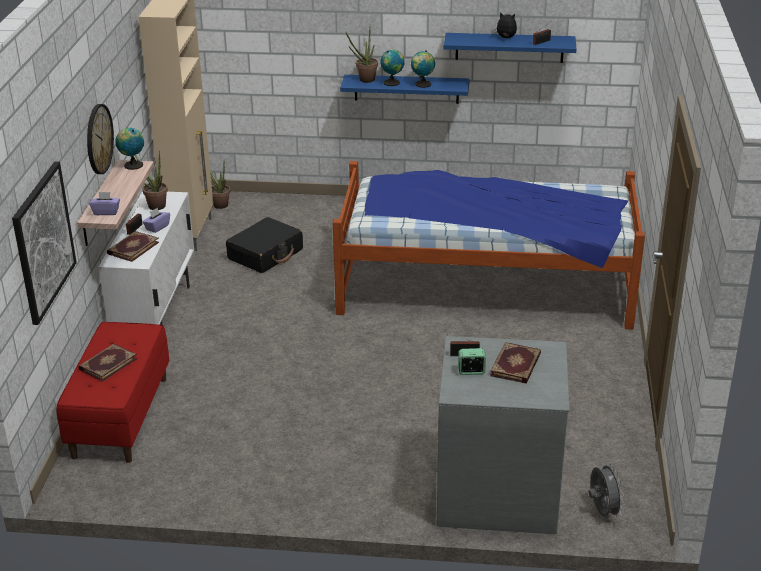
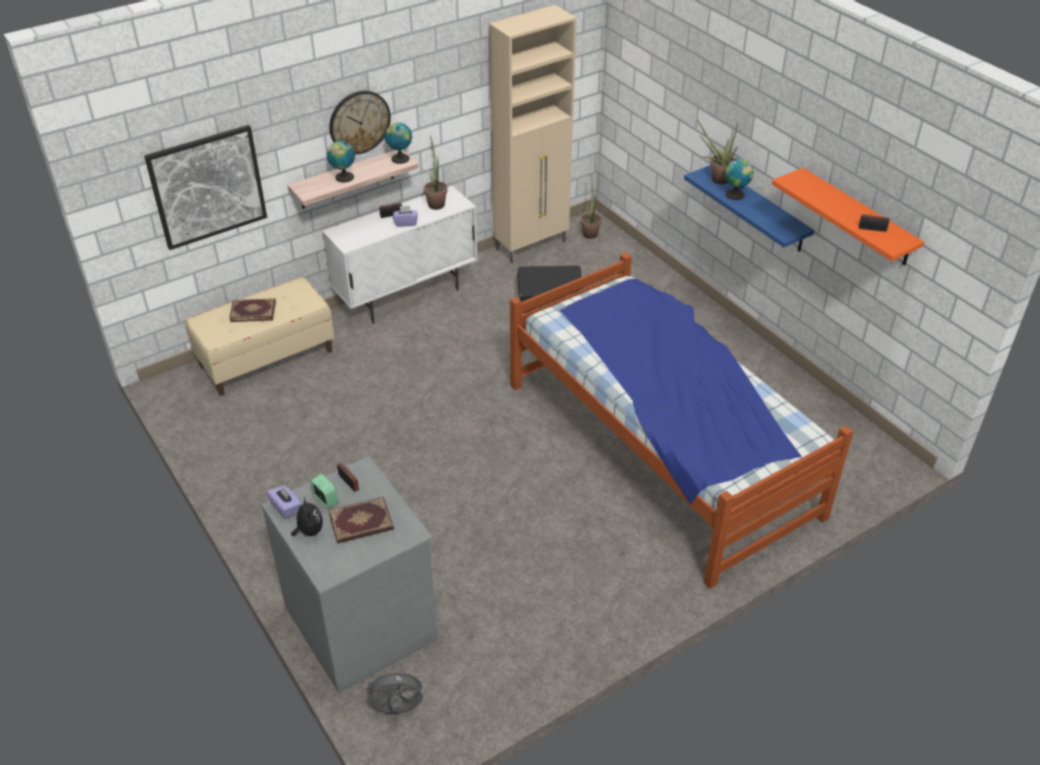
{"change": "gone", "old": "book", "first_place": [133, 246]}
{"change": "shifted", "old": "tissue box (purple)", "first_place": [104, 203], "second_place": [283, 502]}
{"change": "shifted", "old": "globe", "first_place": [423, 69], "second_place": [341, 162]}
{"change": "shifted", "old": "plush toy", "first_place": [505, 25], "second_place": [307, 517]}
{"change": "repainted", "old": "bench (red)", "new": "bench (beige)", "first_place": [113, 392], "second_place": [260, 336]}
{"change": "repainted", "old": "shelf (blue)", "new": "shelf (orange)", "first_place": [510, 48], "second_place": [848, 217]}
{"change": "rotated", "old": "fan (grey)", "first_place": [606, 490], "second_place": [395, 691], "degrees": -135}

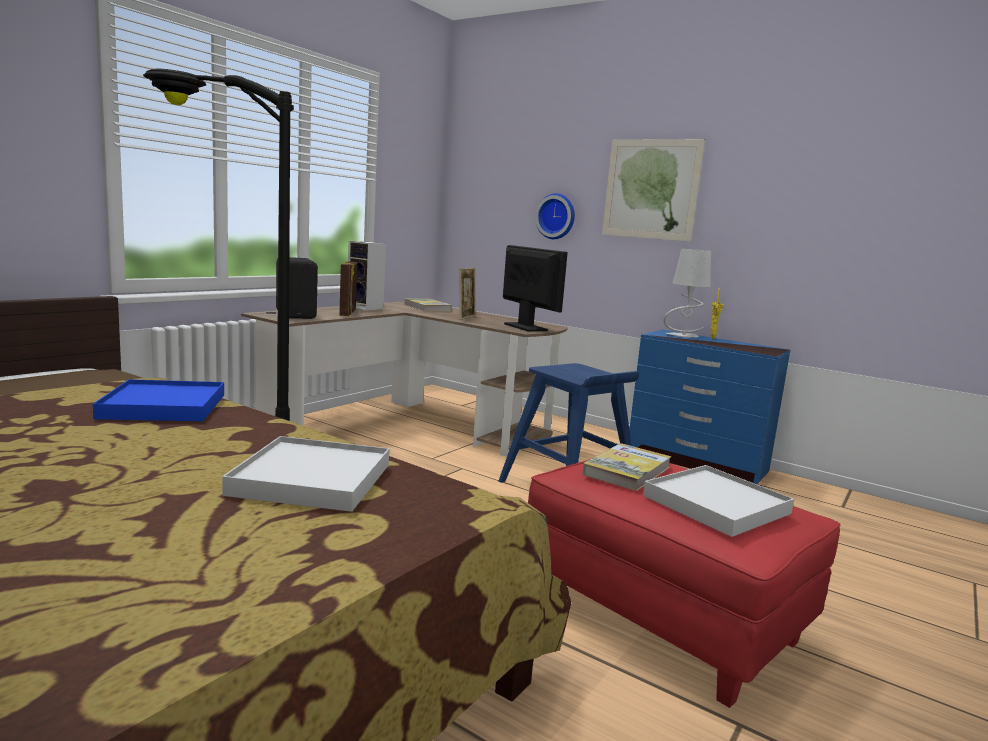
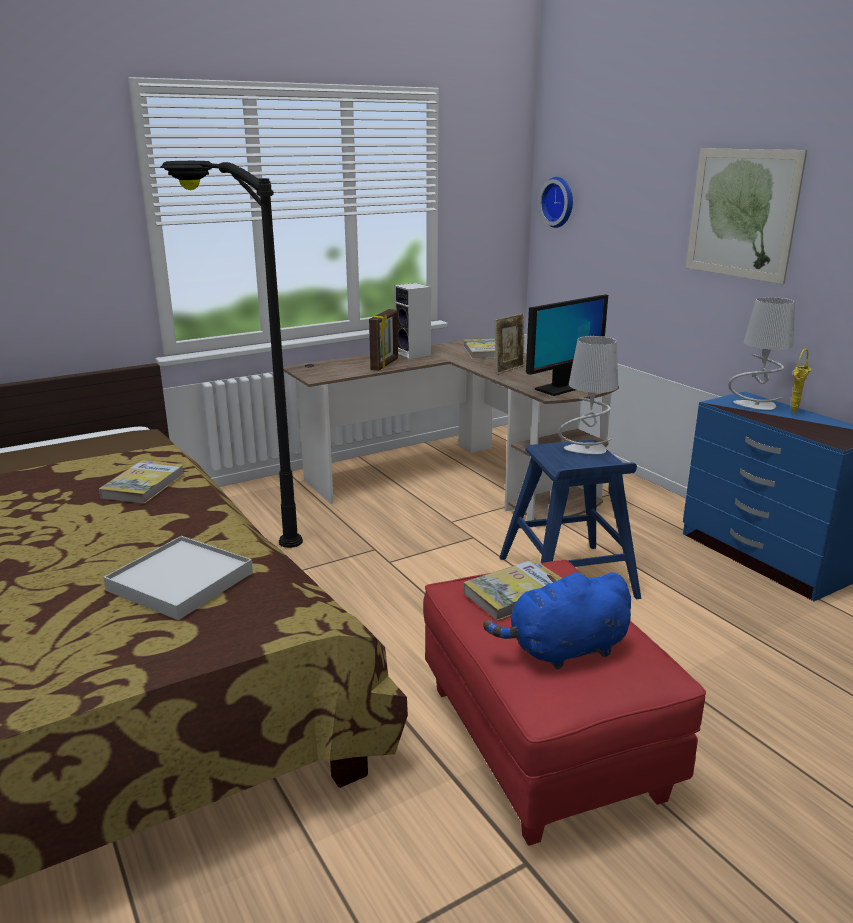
{"change": "gone", "old": "speaker (black)", "first_place": [297, 288]}
{"change": "new", "new": "table lamp (grey)", "second_place": [588, 395]}
{"change": "shifted", "old": "wall clock", "first_place": [555, 216], "second_place": [556, 202]}
{"change": "swapped", "old": "tray (blue)", "new": "book", "first_place": [158, 400], "second_place": [142, 482]}
{"change": "swapped", "old": "tray (white)", "new": "plush toy (blue)", "first_place": [718, 501], "second_place": [557, 620]}
{"change": "rotated", "old": "monitor", "first_place": [535, 288], "second_place": [567, 345], "degrees": 60}

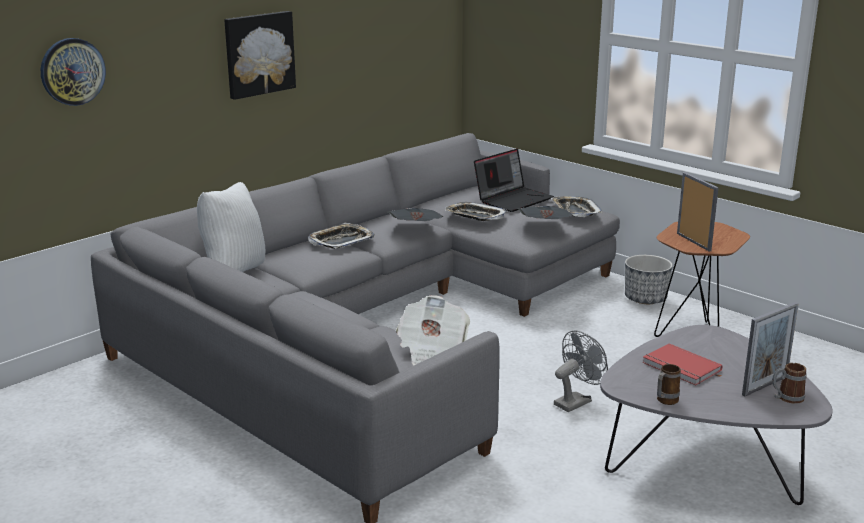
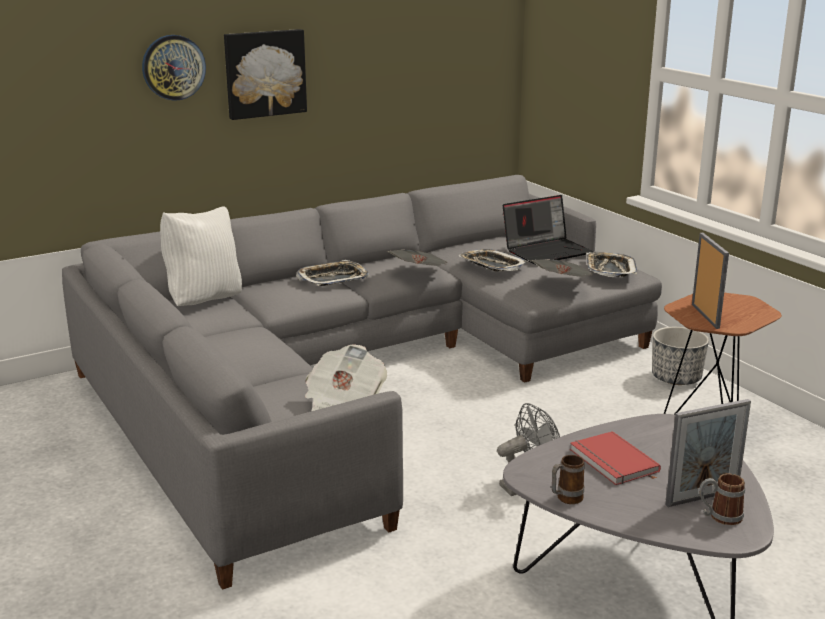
{"change": "shifted", "old": "wall clock", "first_place": [73, 72], "second_place": [174, 68]}

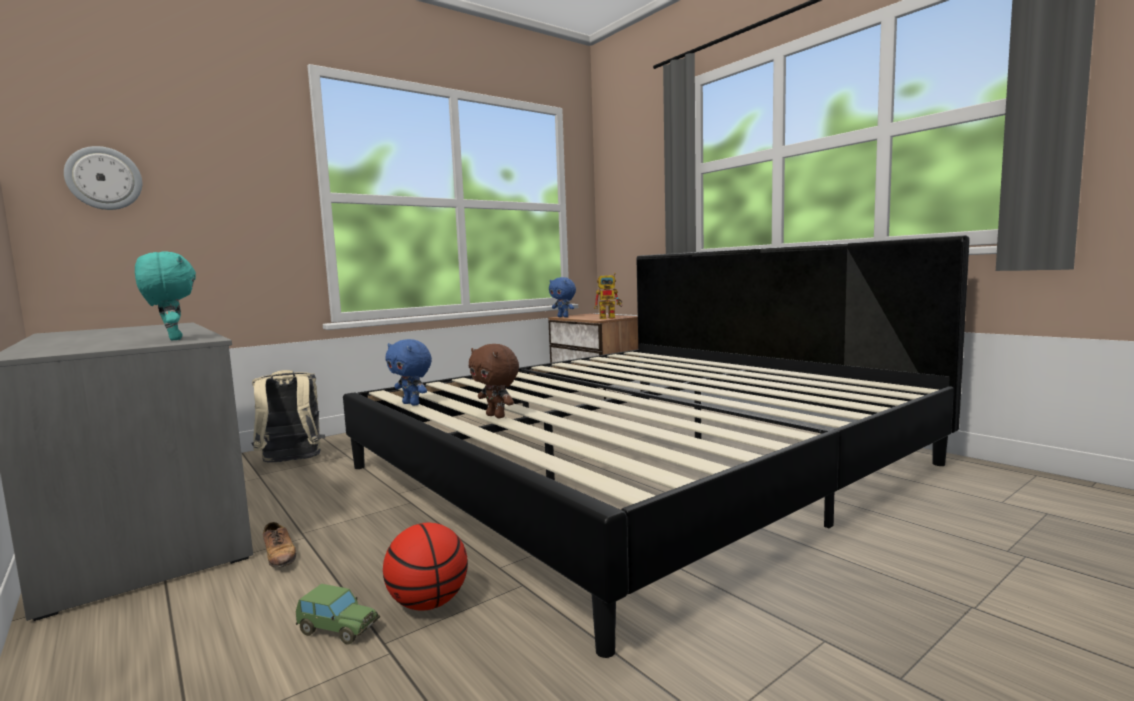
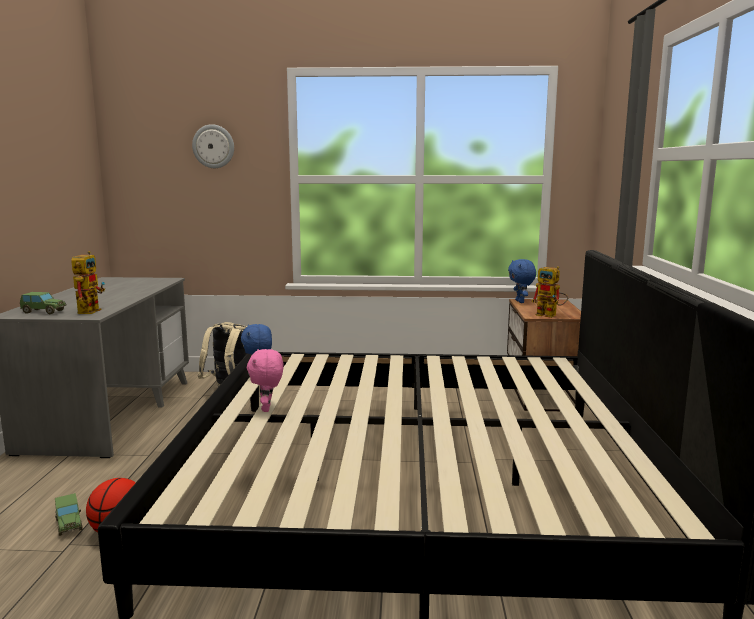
{"change": "gone", "old": "shoe", "first_place": [279, 545]}
{"change": "new", "new": "toy car", "second_place": [43, 303]}
{"change": "shifted", "old": "wall clock", "first_place": [103, 178], "second_place": [213, 146]}
{"change": "swapped", "old": "plush toy (turquoise)", "new": "toy robot", "first_place": [165, 296], "second_place": [88, 282]}
{"change": "repainted", "old": "plush toy (brown)", "new": "plush toy (pink)", "first_place": [494, 381], "second_place": [265, 380]}

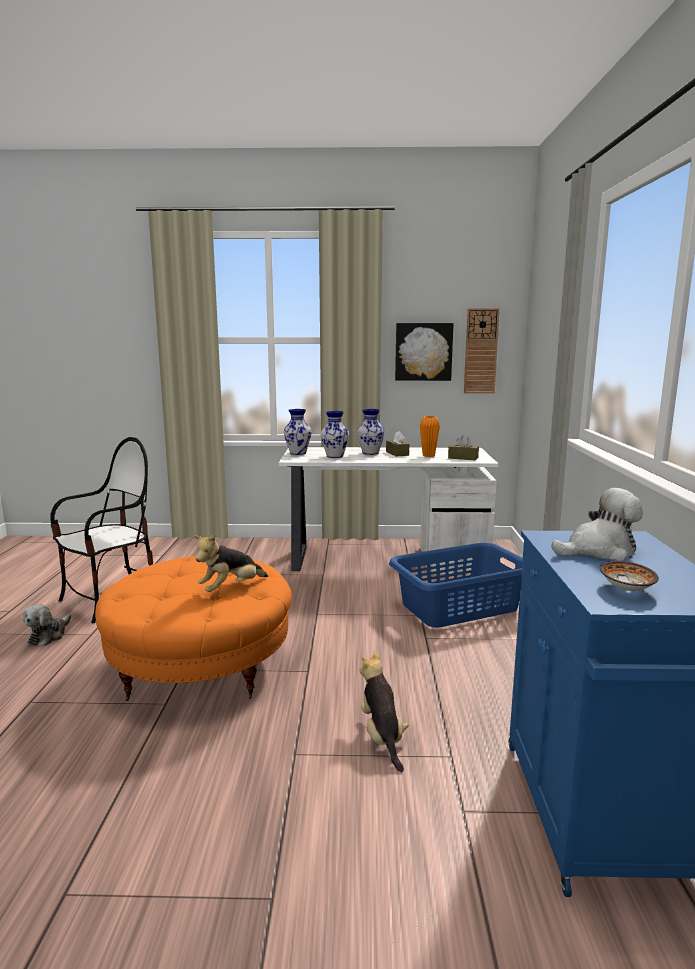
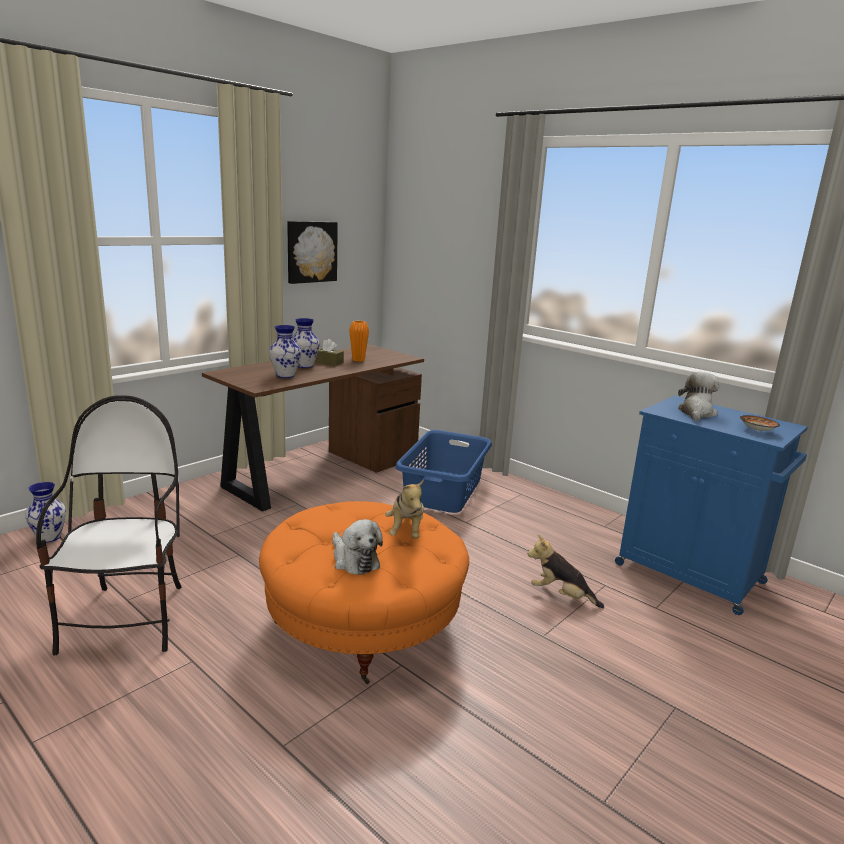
{"change": "gone", "old": "tissue box (brown)", "first_place": [463, 447]}
{"change": "gone", "old": "wall clock", "first_place": [482, 350]}
{"change": "shifted", "old": "plush toy", "first_place": [47, 625], "second_place": [358, 547]}
{"change": "shifted", "old": "vase", "first_place": [298, 432], "second_place": [45, 512]}
{"change": "repainted", "old": "desk (white)", "new": "desk (brown)", "first_place": [388, 510], "second_place": [313, 428]}

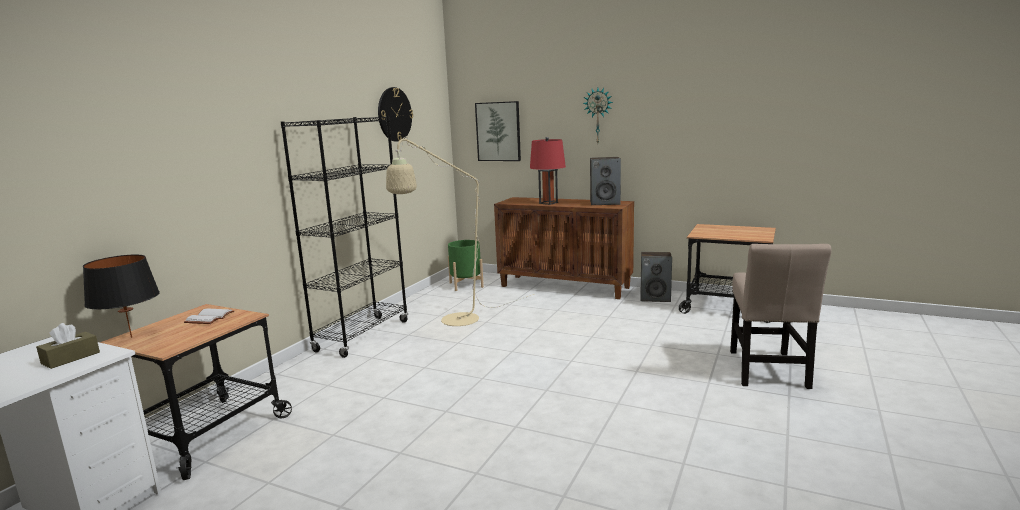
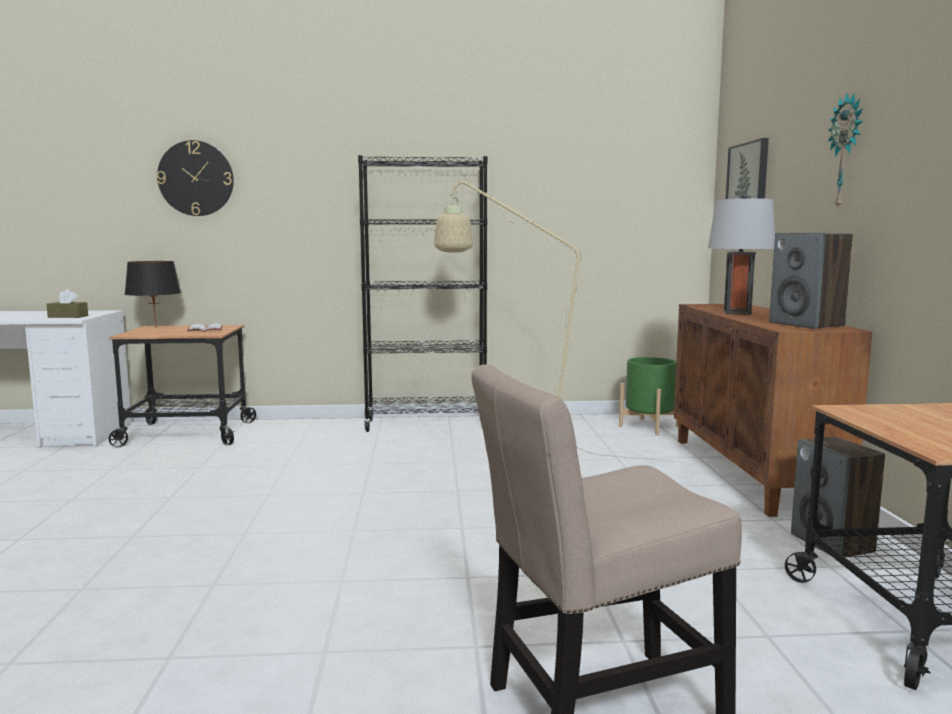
{"change": "shifted", "old": "wall clock", "first_place": [395, 114], "second_place": [195, 178]}
{"change": "repainted", "old": "table lamp (red)", "new": "table lamp (grey)", "first_place": [548, 171], "second_place": [741, 254]}

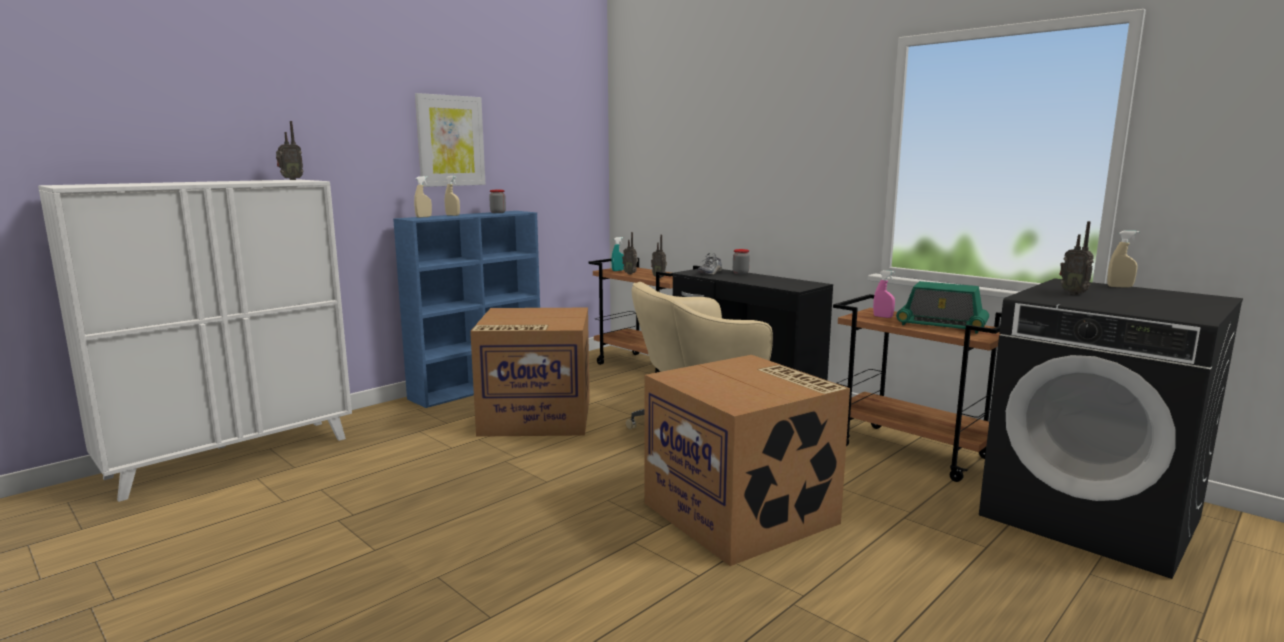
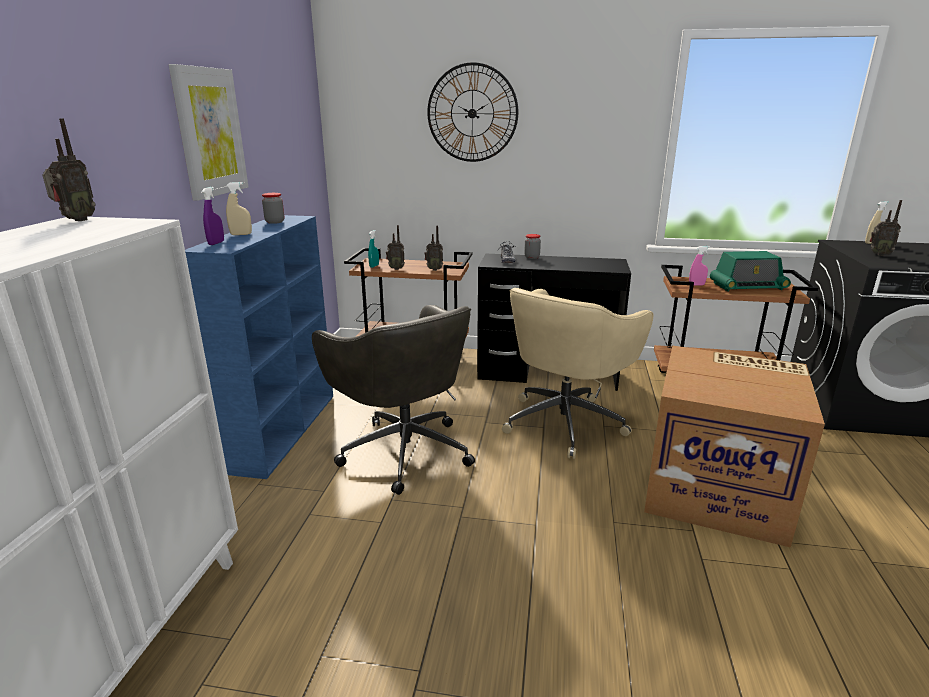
{"change": "new", "new": "wall clock", "second_place": [472, 112]}
{"change": "swapped", "old": "cardboard box", "new": "office chair (grey)", "first_place": [530, 372], "second_place": [393, 400]}
{"change": "repainted", "old": "spray bottle (beige)", "new": "spray bottle (purple)", "first_place": [423, 197], "second_place": [212, 216]}

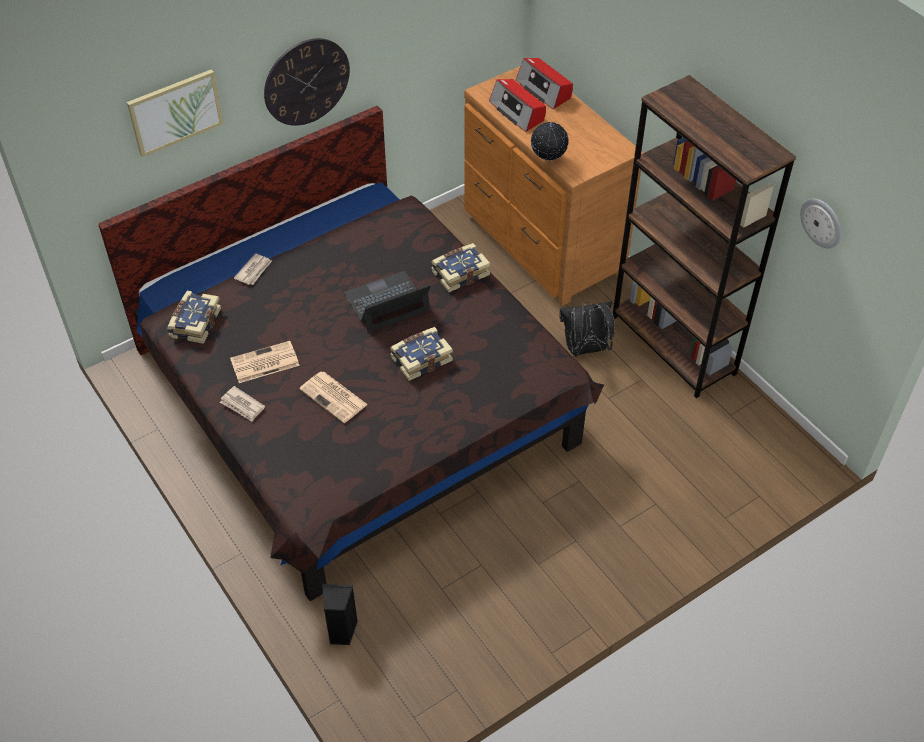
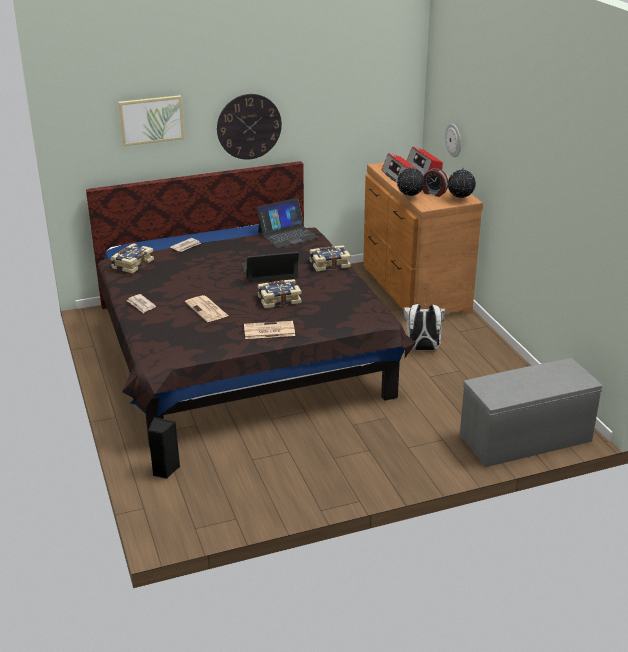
{"change": "gone", "old": "bookcase (brown)", "first_place": [704, 236]}
{"change": "new", "new": "laptop", "second_place": [287, 223]}
{"change": "new", "new": "alarm clock", "second_place": [435, 182]}
{"change": "new", "new": "globe", "second_place": [462, 183]}
{"change": "new", "new": "bench (grey)", "second_place": [531, 412]}
{"change": "shifted", "old": "newspaper", "first_place": [265, 362], "second_place": [269, 330]}
{"change": "shifted", "old": "wall clock", "first_place": [820, 223], "second_place": [453, 140]}
{"change": "repainted", "old": "backpack (black)", "new": "backpack (white)", "first_place": [587, 329], "second_place": [424, 327]}

